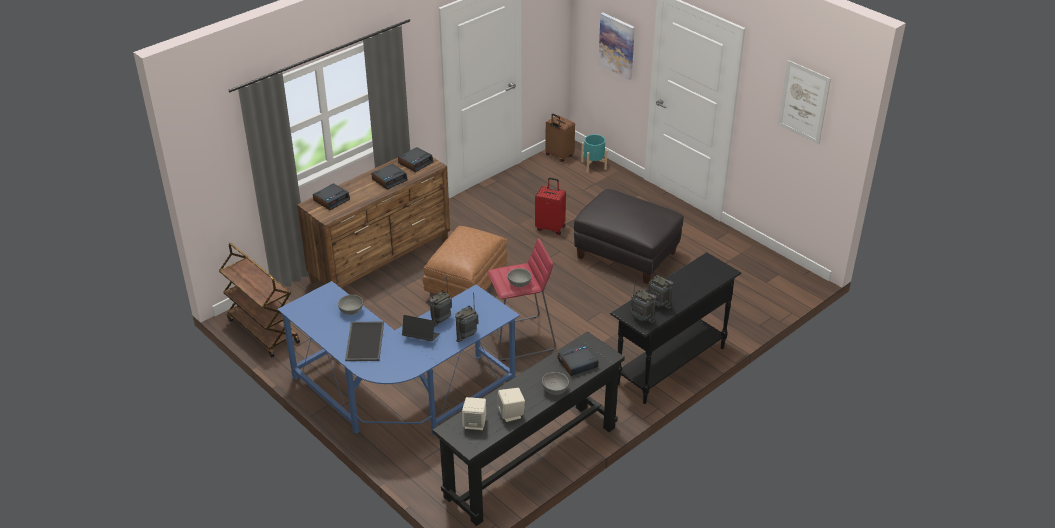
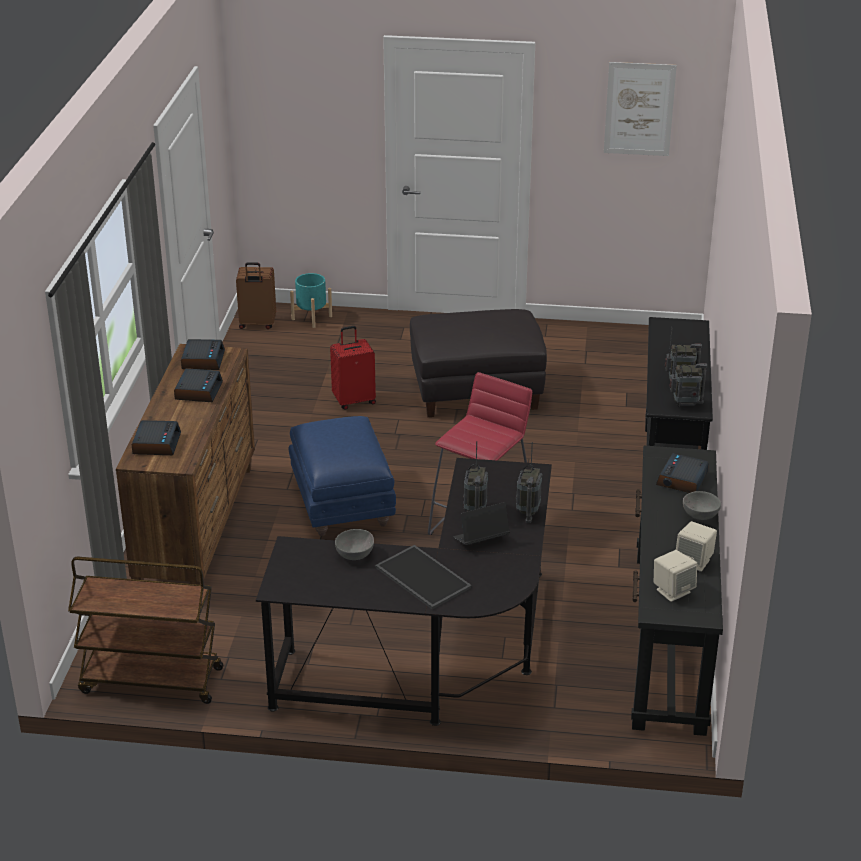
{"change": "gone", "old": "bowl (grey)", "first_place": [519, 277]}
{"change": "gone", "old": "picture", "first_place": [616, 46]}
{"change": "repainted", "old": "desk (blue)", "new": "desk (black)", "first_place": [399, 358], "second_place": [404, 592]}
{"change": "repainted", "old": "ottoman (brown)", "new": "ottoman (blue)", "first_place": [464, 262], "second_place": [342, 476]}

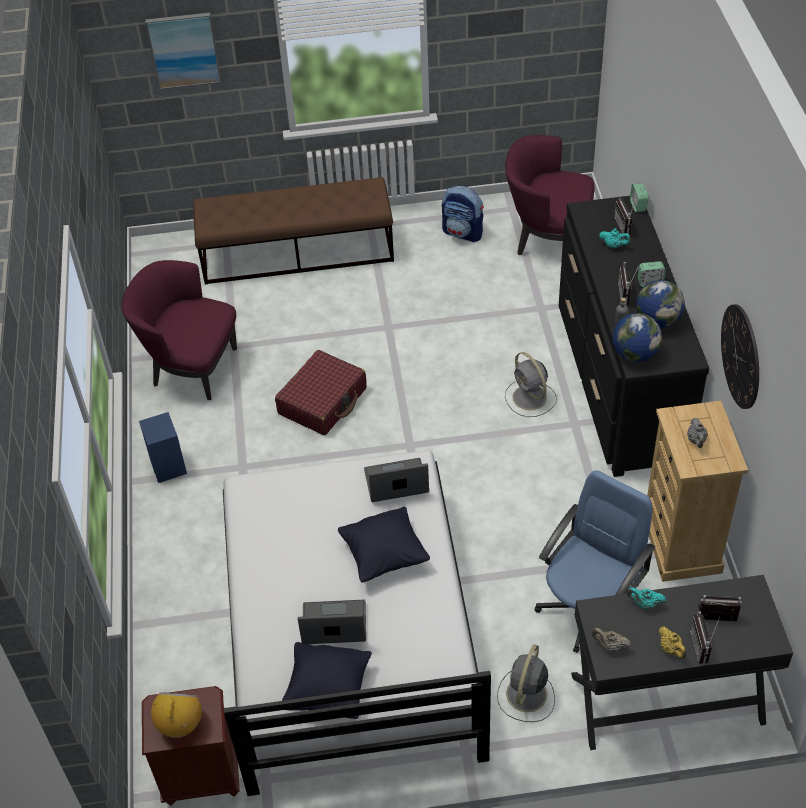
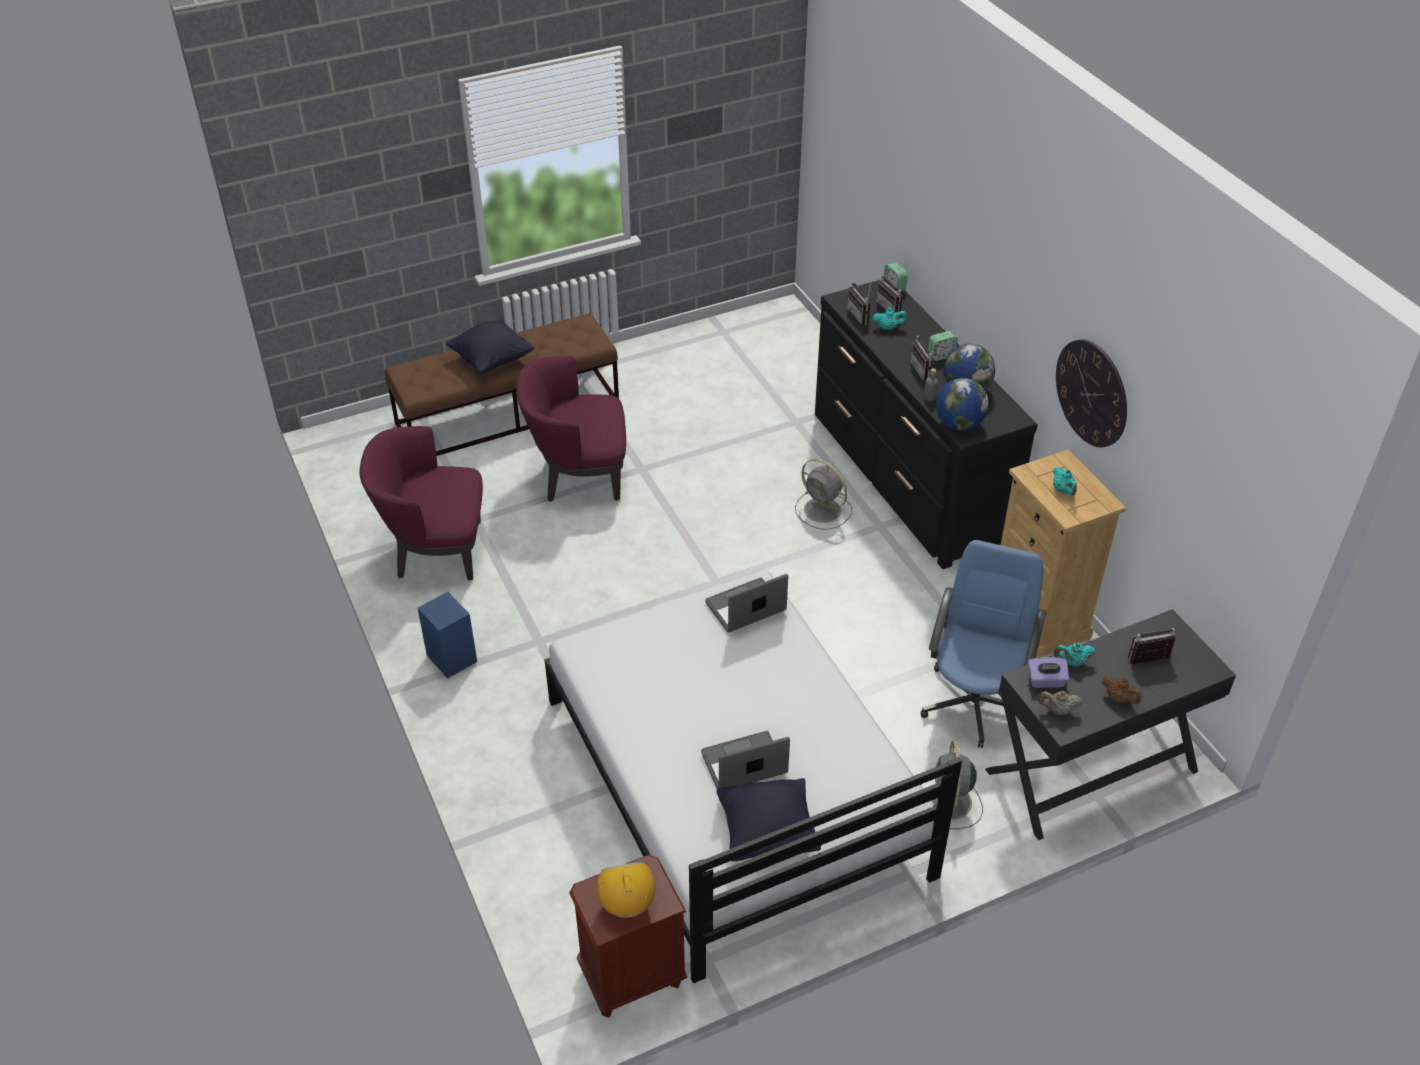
{"change": "gone", "old": "picture", "first_place": [183, 51]}
{"change": "gone", "old": "suitcase (red)", "first_place": [321, 393]}
{"change": "gone", "old": "backpack", "first_place": [463, 214]}
{"change": "new", "new": "tissue box (purple)", "second_place": [1048, 672]}
{"change": "shifted", "old": "pillow (black)", "first_place": [384, 544], "second_place": [490, 346]}
{"change": "shifted", "old": "armchair (purple)", "first_place": [549, 195], "second_place": [571, 429]}
{"change": "shifted", "old": "radio", "first_place": [705, 637], "second_place": [859, 302]}
{"change": "repainted", "old": "teapot (yellow)", "new": "teapot (brown)", "first_place": [672, 642], "second_place": [1122, 690]}
{"change": "repainted", "old": "teapot (grey)", "new": "teapot (turquoise)", "first_place": [697, 433], "second_place": [1065, 481]}

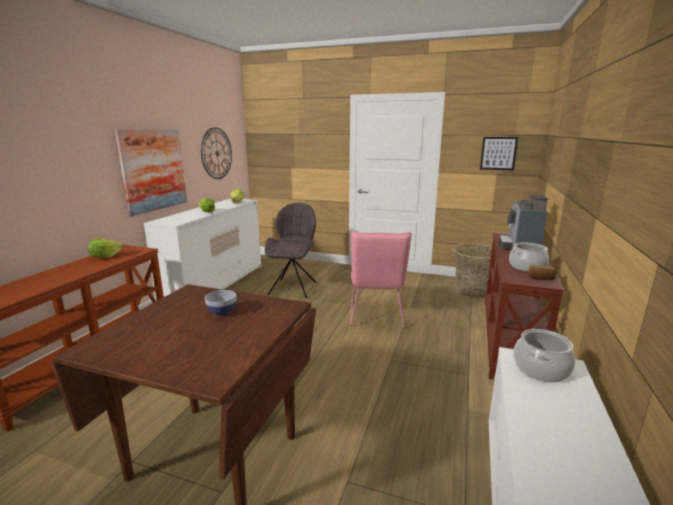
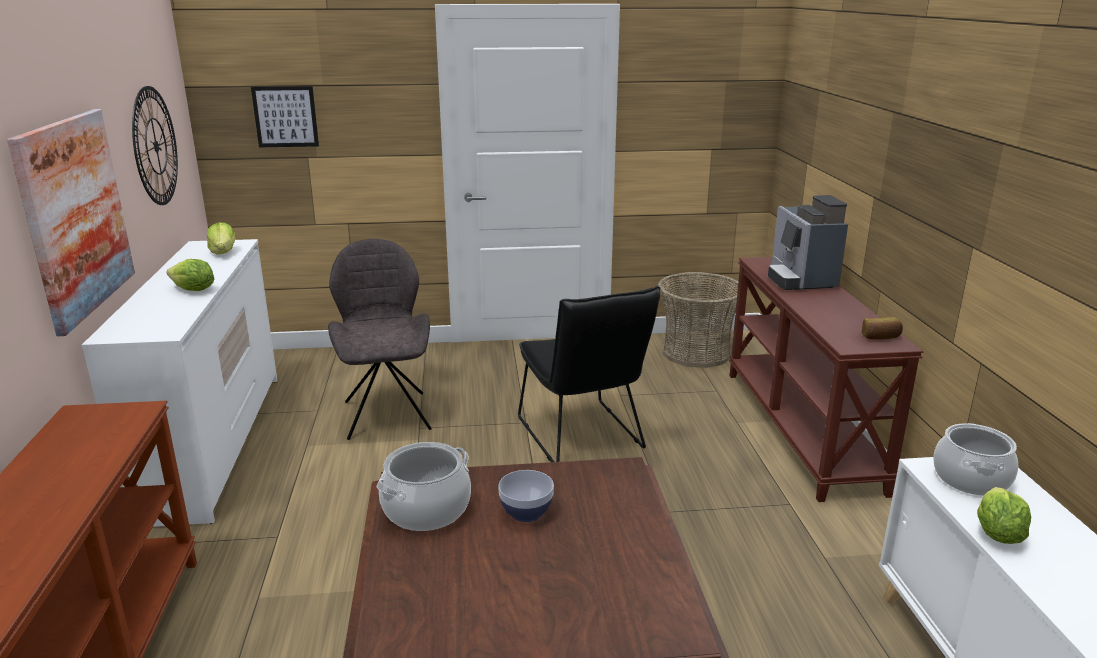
{"change": "shifted", "old": "lettuce", "first_place": [105, 248], "second_place": [1004, 515]}
{"change": "shifted", "old": "picture", "first_place": [499, 153], "second_place": [285, 116]}
{"change": "shifted", "old": "cooking pot", "first_place": [529, 257], "second_place": [424, 486]}
{"change": "repainted", "old": "chair (pink)", "new": "chair (black)", "first_place": [381, 279], "second_place": [589, 374]}

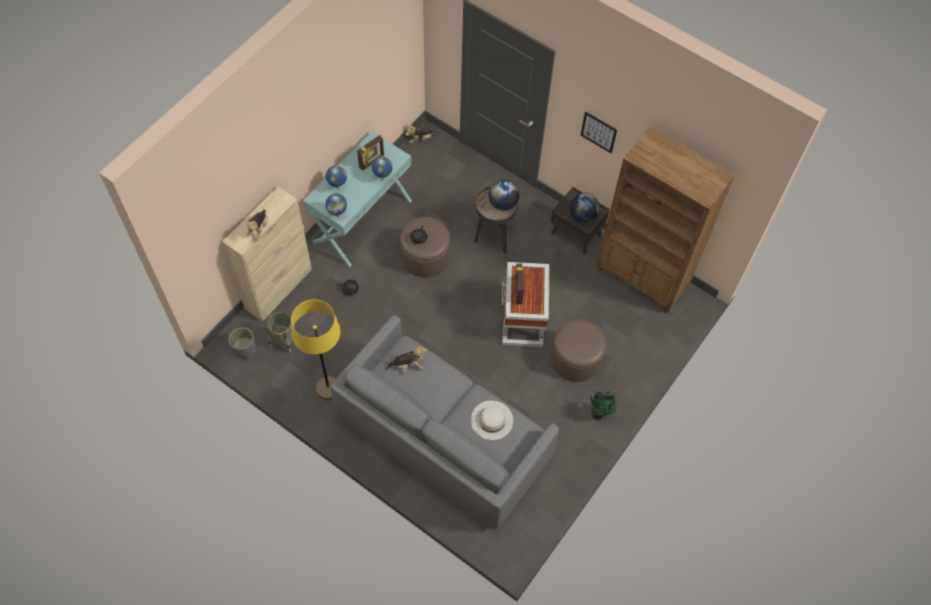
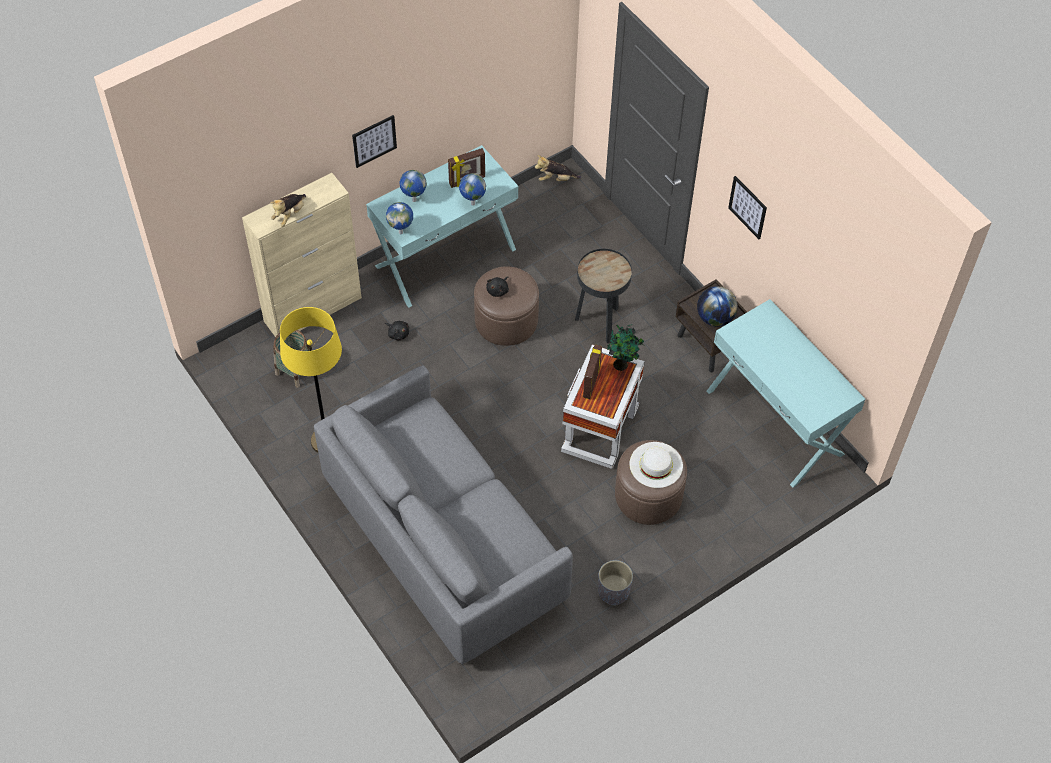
{"change": "gone", "old": "plush toy", "first_place": [406, 359]}
{"change": "gone", "old": "globe", "first_place": [504, 195]}
{"change": "new", "new": "picture", "second_place": [374, 141]}
{"change": "shifted", "old": "planter (grey)", "first_place": [242, 343], "second_place": [615, 582]}
{"change": "shifted", "old": "hat (white)", "first_place": [492, 420], "second_place": [656, 465]}
{"change": "shifted", "old": "potted plant", "first_place": [603, 405], "second_place": [625, 347]}
{"change": "swapped", "old": "bookcase (brown)", "new": "console table (turquoise)", "first_place": [666, 220], "second_place": [786, 393]}

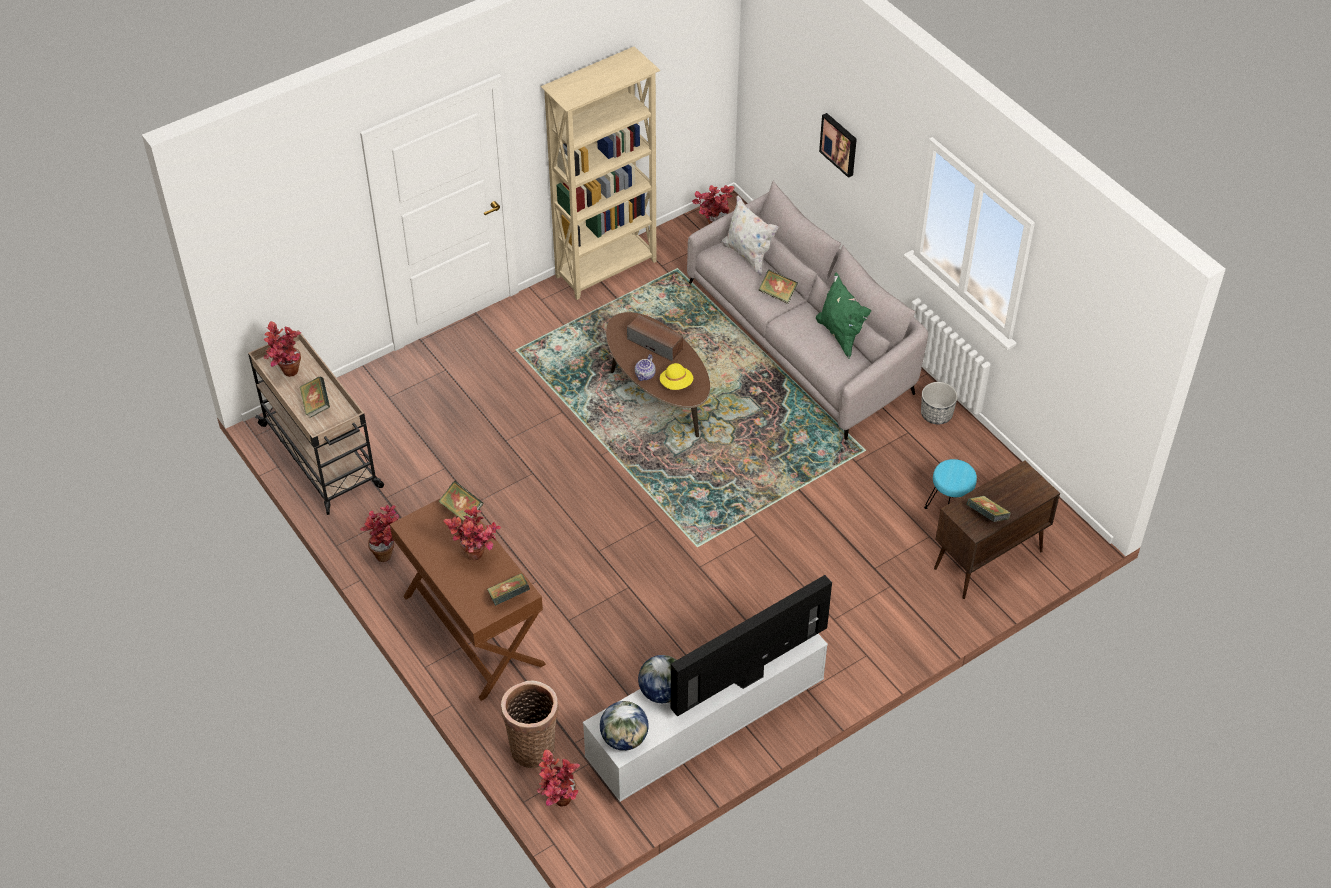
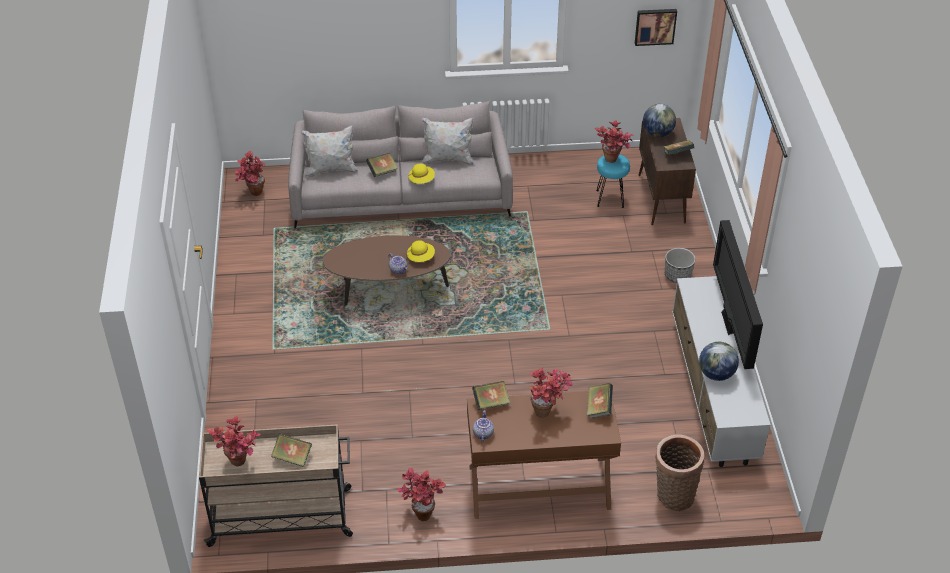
{"change": "gone", "old": "bookcase (beige)", "first_place": [601, 173]}
{"change": "gone", "old": "speaker", "first_place": [655, 338]}
{"change": "new", "new": "hat (yellow)", "second_place": [421, 173]}
{"change": "new", "new": "teapot", "second_place": [483, 426]}
{"change": "shifted", "old": "potted plant", "first_place": [558, 778], "second_place": [614, 141]}
{"change": "shifted", "old": "globe", "first_place": [624, 726], "second_place": [659, 120]}
{"change": "shifted", "old": "picture", "first_place": [838, 145], "second_place": [656, 27]}
{"change": "shifted", "old": "planter", "first_place": [939, 403], "second_place": [680, 265]}
{"change": "repainted", "old": "pillow (green)", "new": "pillow (white)", "first_place": [843, 315], "second_place": [448, 141]}

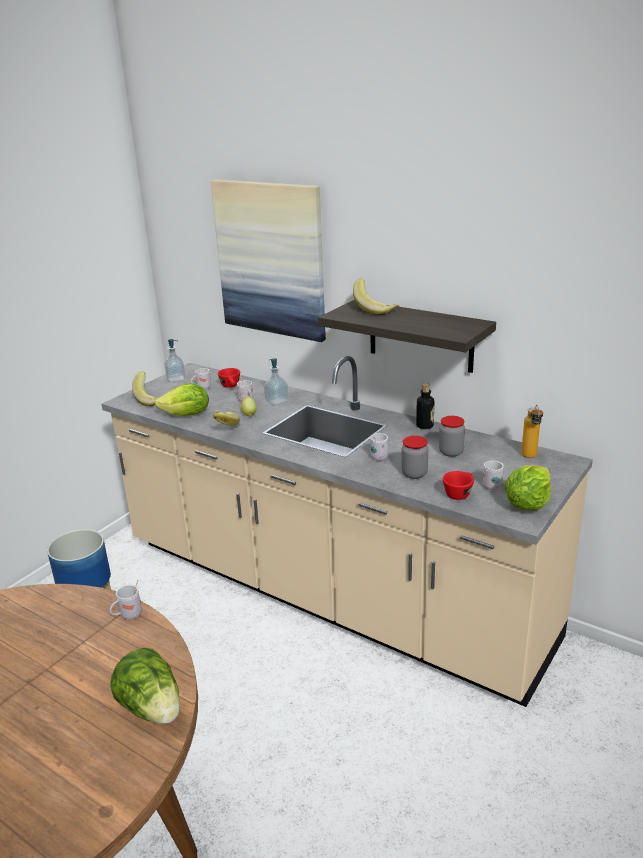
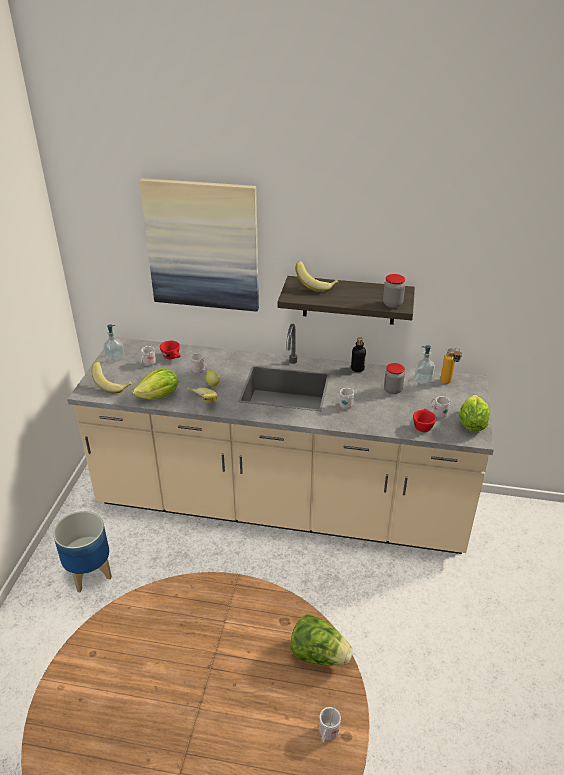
{"change": "shifted", "old": "mug (white)", "first_place": [126, 600], "second_place": [330, 722]}
{"change": "shifted", "old": "soap dispenser", "first_place": [276, 381], "second_place": [424, 364]}
{"change": "shifted", "old": "jar", "first_place": [414, 457], "second_place": [394, 291]}

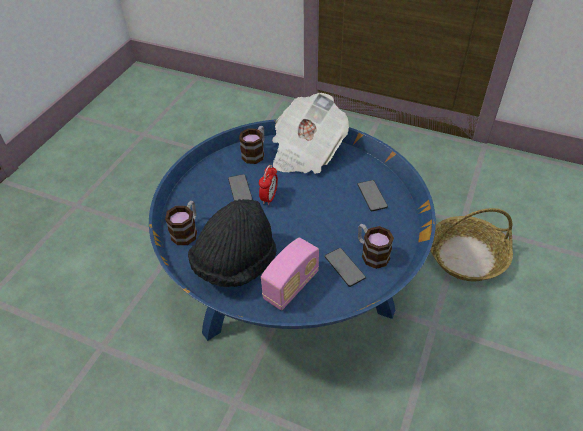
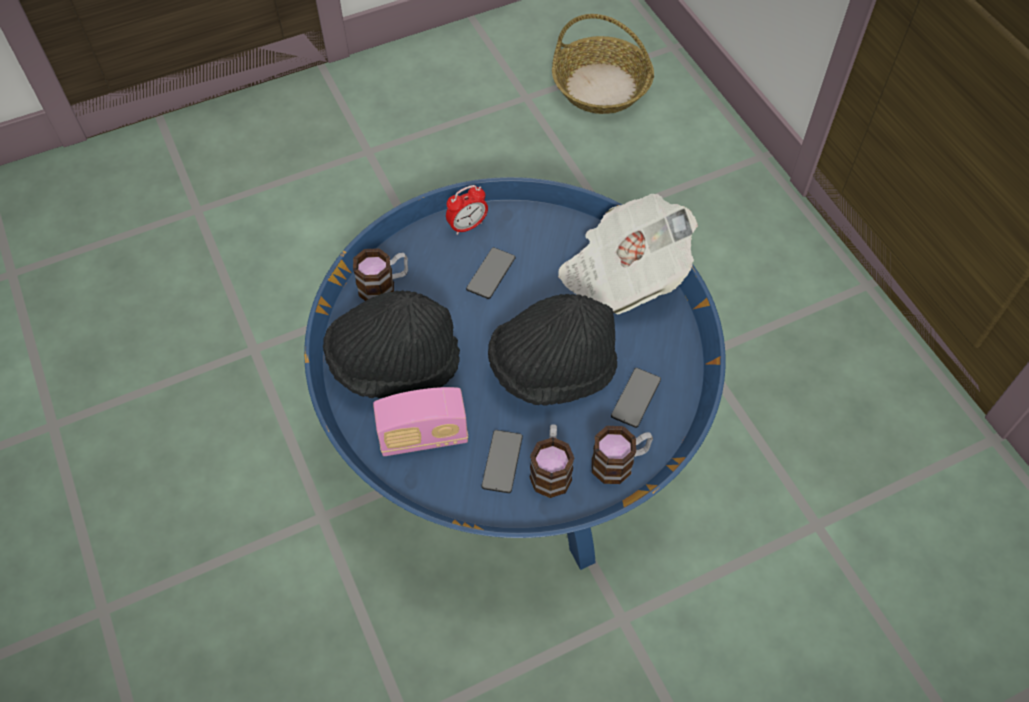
{"change": "new", "new": "hat (black)", "second_place": [552, 350]}
{"change": "shifted", "old": "mug", "first_place": [251, 145], "second_place": [622, 455]}
{"change": "shifted", "old": "alarm clock", "first_place": [268, 185], "second_place": [467, 210]}
{"change": "shifted", "old": "basket", "first_place": [471, 244], "second_place": [603, 64]}

